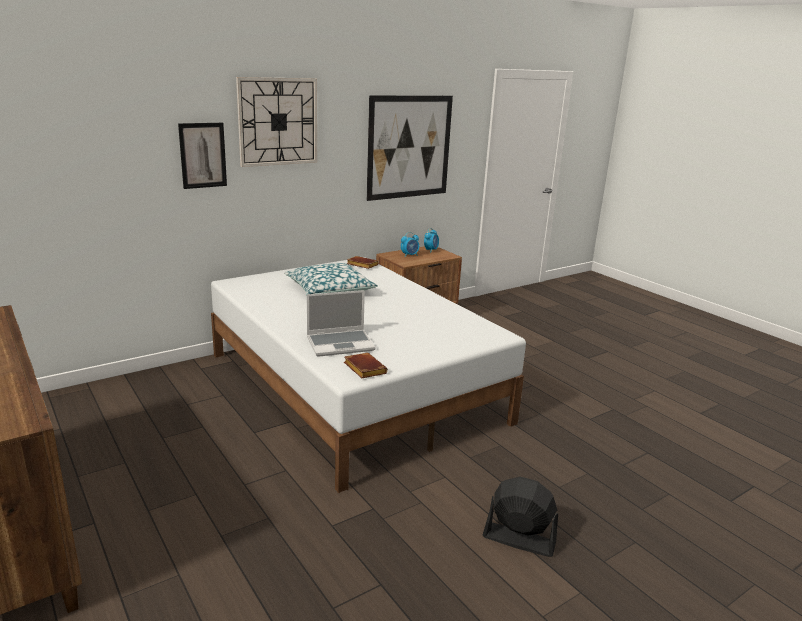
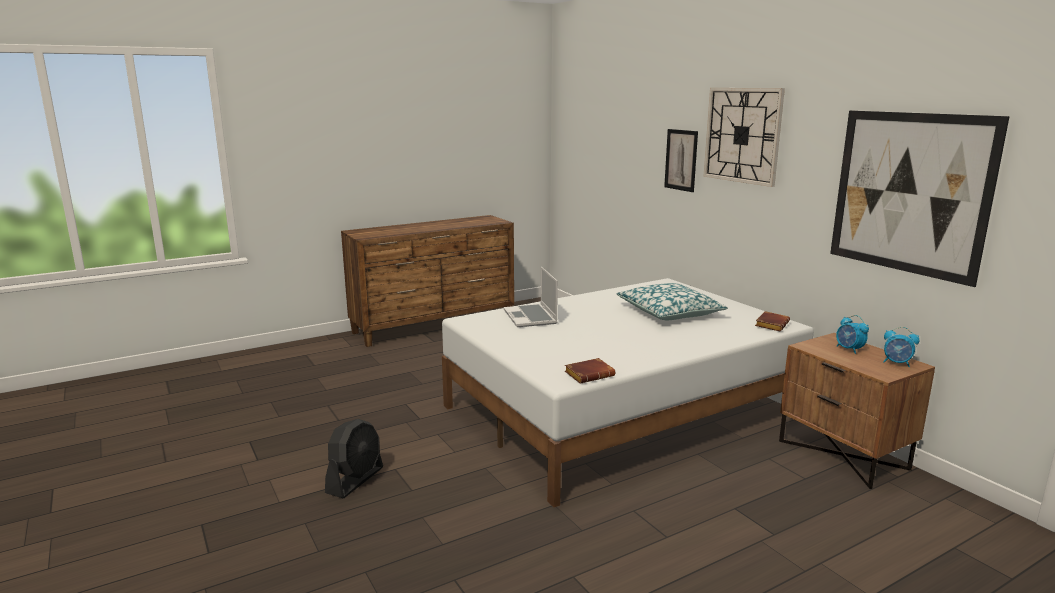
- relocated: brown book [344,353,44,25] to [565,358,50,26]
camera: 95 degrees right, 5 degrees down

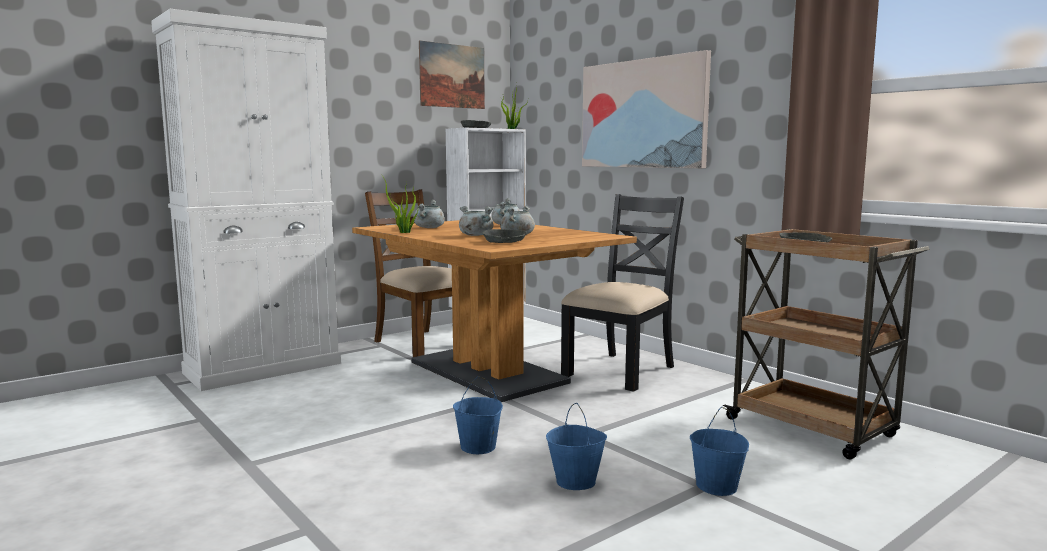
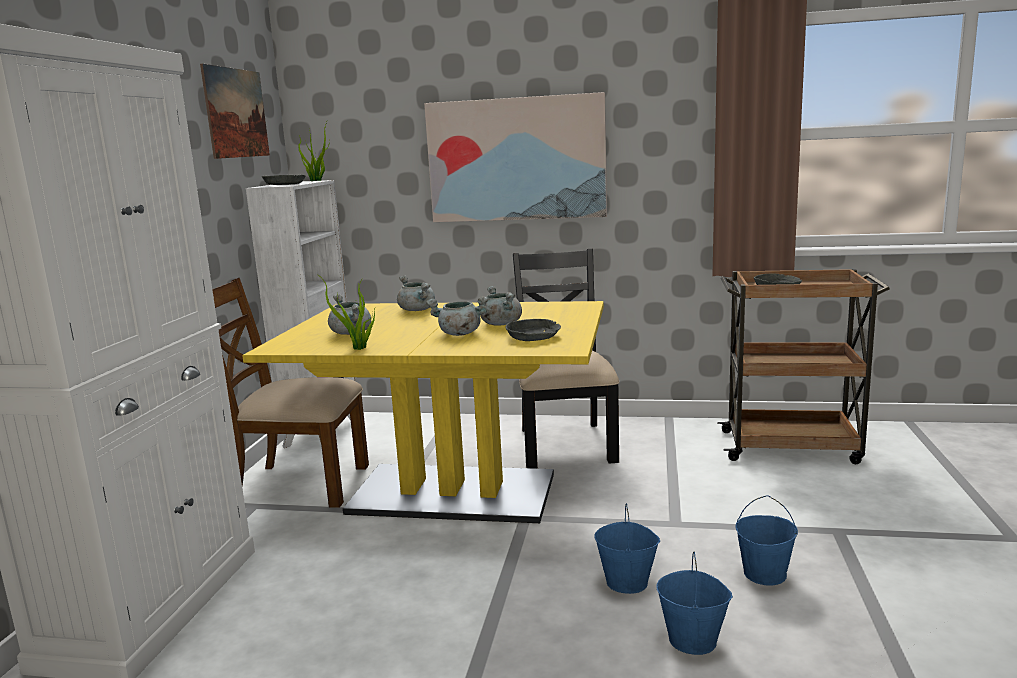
- colour: brown dining table [352,220,285,182] to yellow dining table [242,301,362,222]
- relocated: blue bucket [690,407,59,89] to [656,552,77,103]
camera: 40 degrees left, 5 degrees up

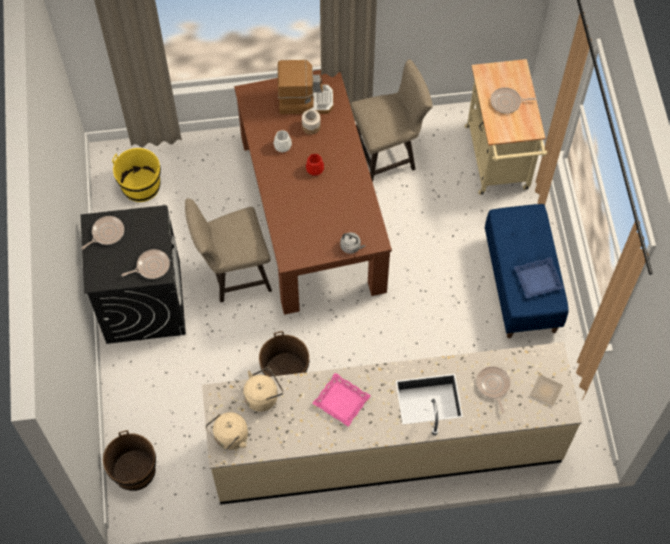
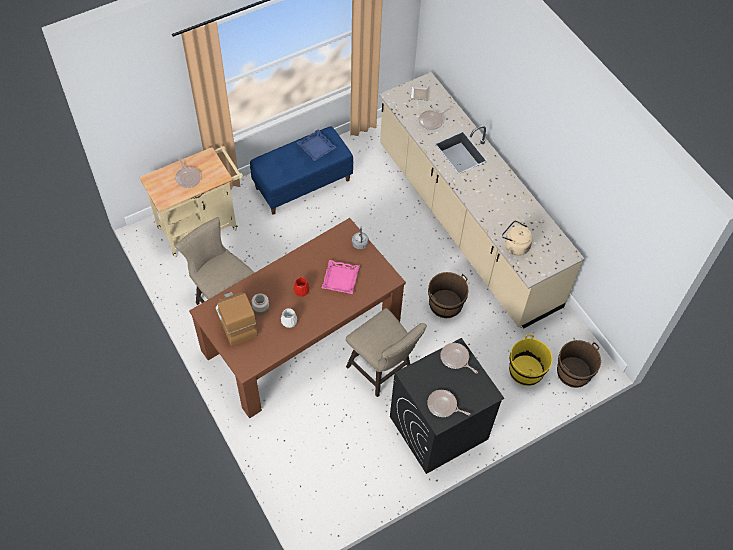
- relocated: pink tray [312,373,59,54] to [322,260,38,34]
- relocated: yellow bucket [112,148,49,54] to [509,335,43,51]
- missing: beige kettle [205,412,43,38]
camera: 115 degrees left, 5 degrees down

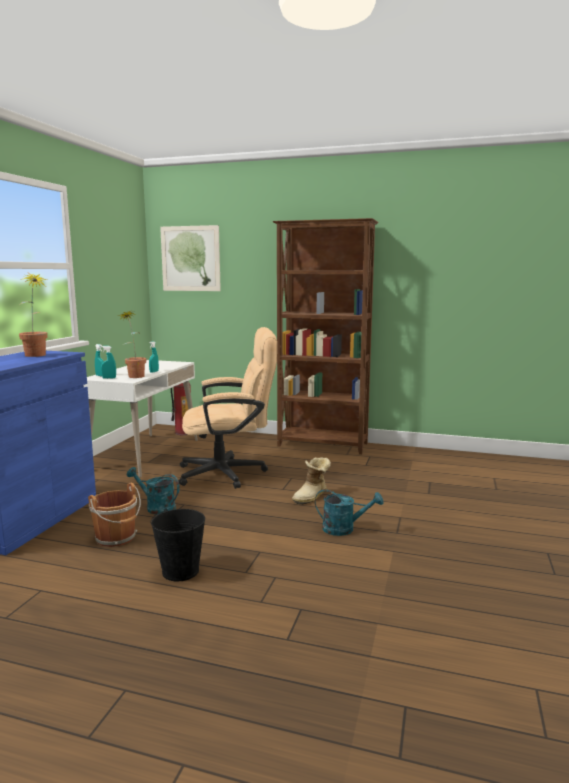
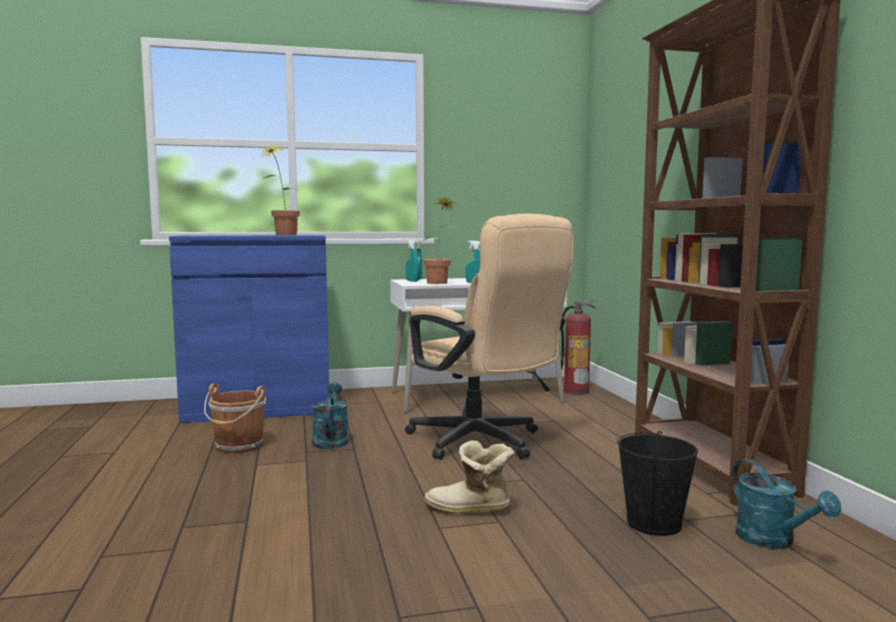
- relocated: black bucket [150,508,55,73] to [617,431,81,105]
- relocated: turquoise watering can [315,489,69,47] to [732,459,109,90]
- missing: picture [160,225,61,66]
camera: 60 degrees right, 5 degrees down

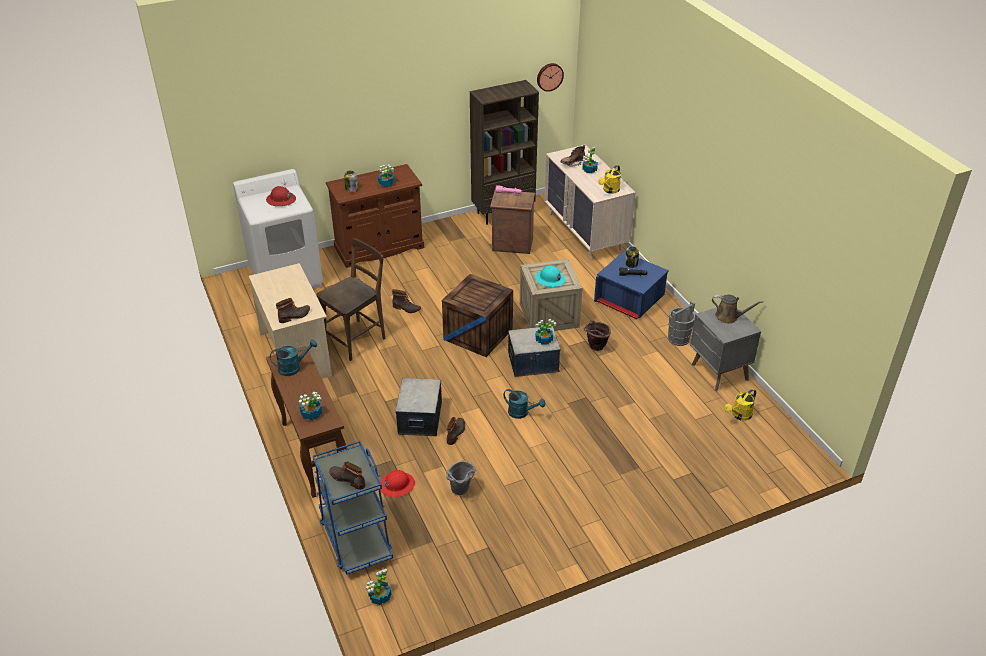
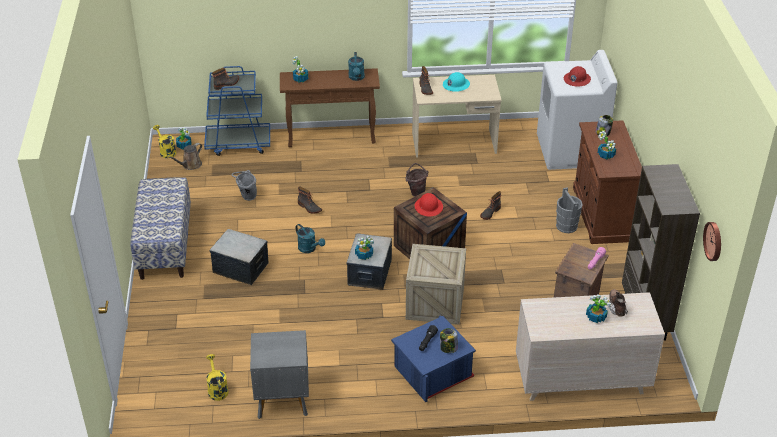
- appeared: bench [130,177,61,103]
- relocated: yellow watering can [598,165,23,29] to [153,125,23,33]
- relocated: brown watering can [712,295,52,29] to [168,143,34,27]
- relocated: storage box [395,378,47,58] to [209,229,59,56]
- spun: turquoise watering can [503,389,43,30] = [295,224,30,29] 90 degrees counterclockwise
- relocated: brown bucket [584,320,27,31] to [406,163,22,34]
- relocated: red hard hat [380,470,35,27] to [415,193,28,23]
- relocated: turquoise hard hat [535,266,30,21] to [443,72,27,19]
- relocated: grey bucket [668,301,27,45] to [556,187,27,46]
- missing: brown chair [317,238,68,123]
camera: 110 degrees right, 0 degrees up

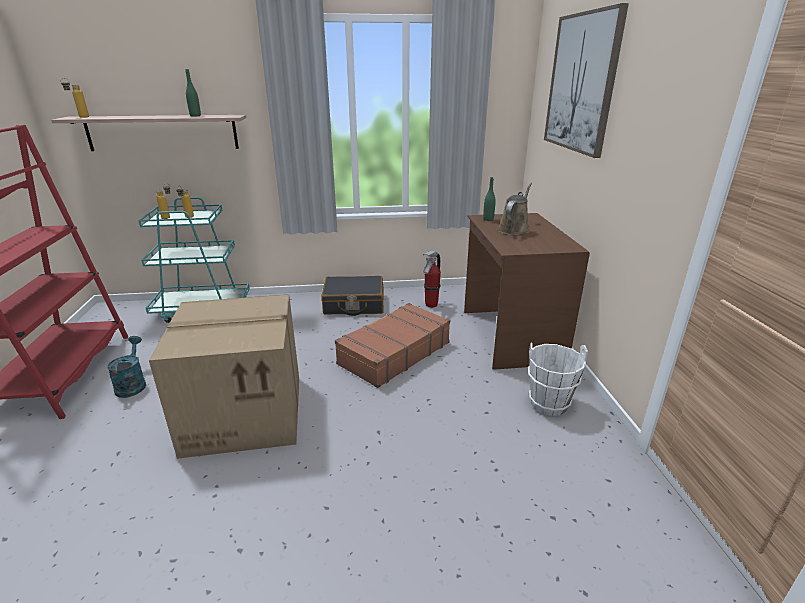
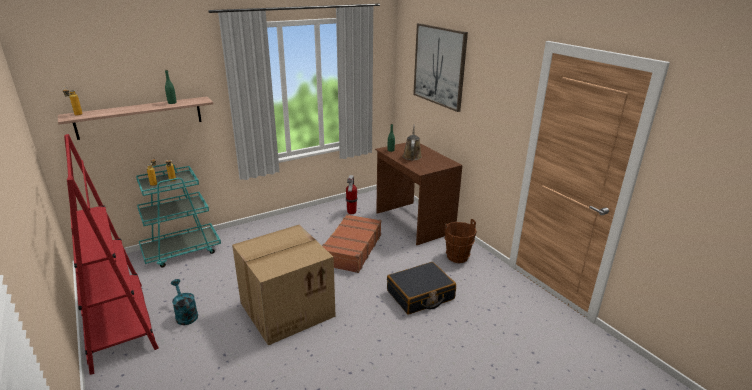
- relocated: black suitcase [321,276,63,40] to [387,262,69,53]
- colour: white bucket [528,343,60,73] to brown bucket [444,219,33,44]
camera: 25 degrees left, 0 degrees up

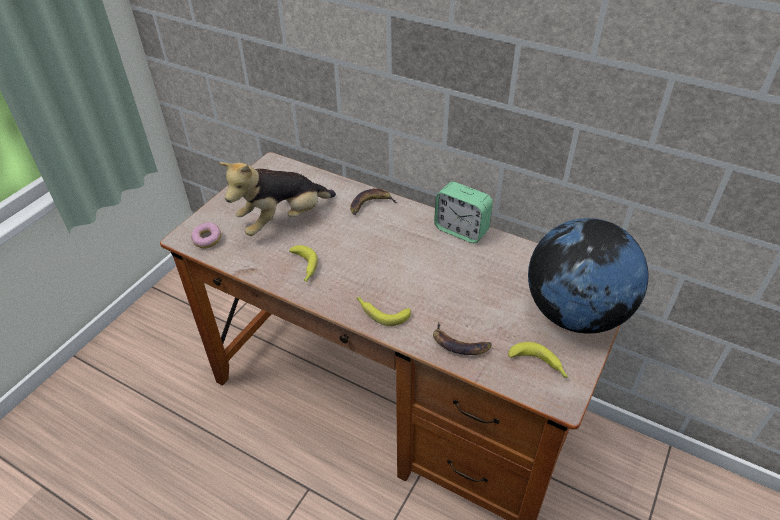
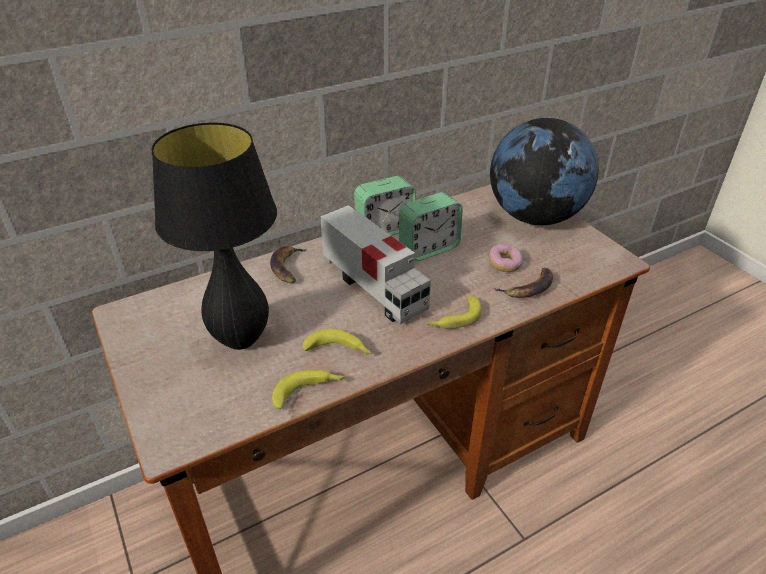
- exchanged: plush toy [219,162,117,74] to black table lamp [152,123,125,227]
- relocated: banana [508,342,60,36] to [272,370,73,39]
- appeared: toy truck [320,205,111,119]
- appeared: alarm clock [399,192,64,69]
- relocated: donut [191,222,30,26] to [489,244,33,28]
camera: 60 degrees left, 5 degrees down

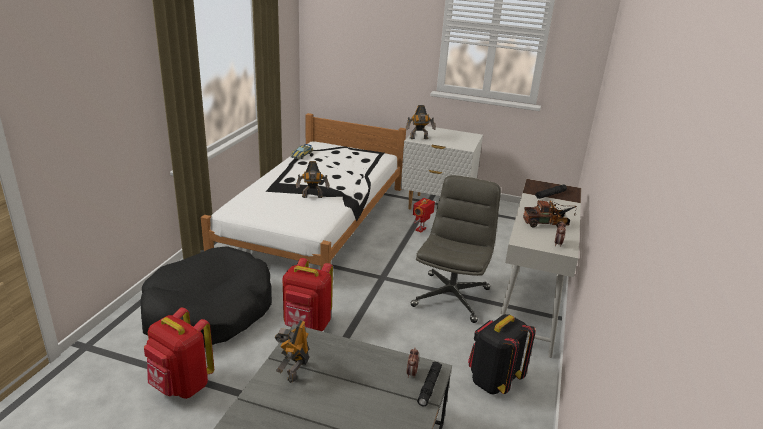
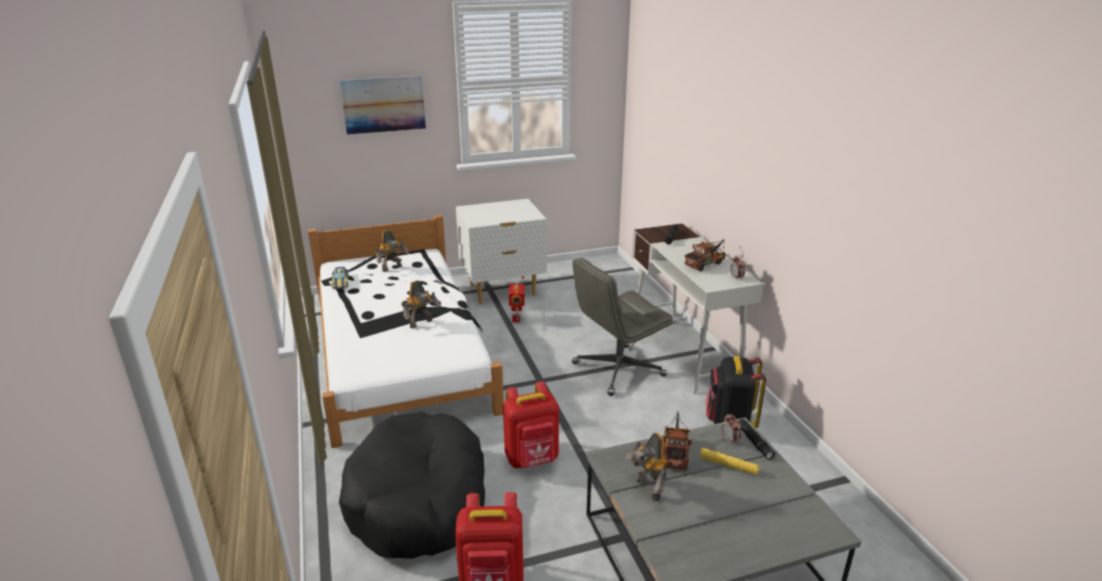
- appeared: picture [340,76,86,59]
- relocated: toy robot [406,105,30,34] to [376,230,33,42]
- spun: grey office chair [411,175,90,148] = [572,258,101,138] 105 degrees counterclockwise
- appeared: toy truck [663,411,29,59]
- appeared: yellow flashlight [700,448,60,27]
camera: 35 degrees left, 0 degrees up

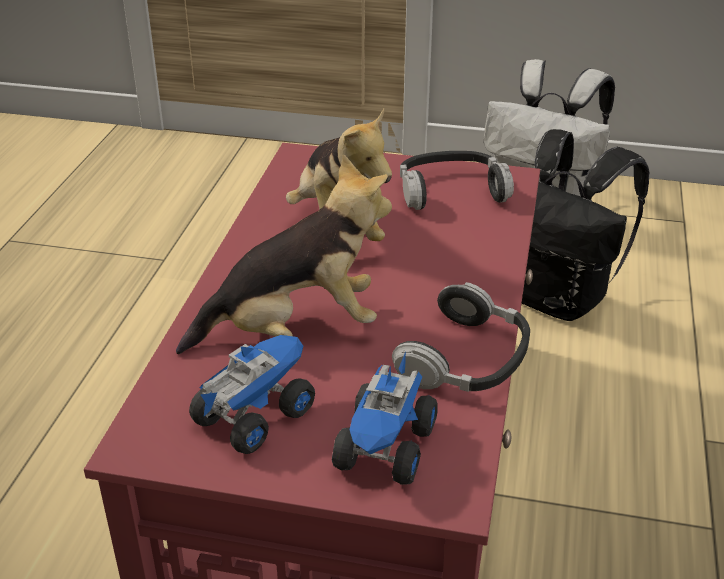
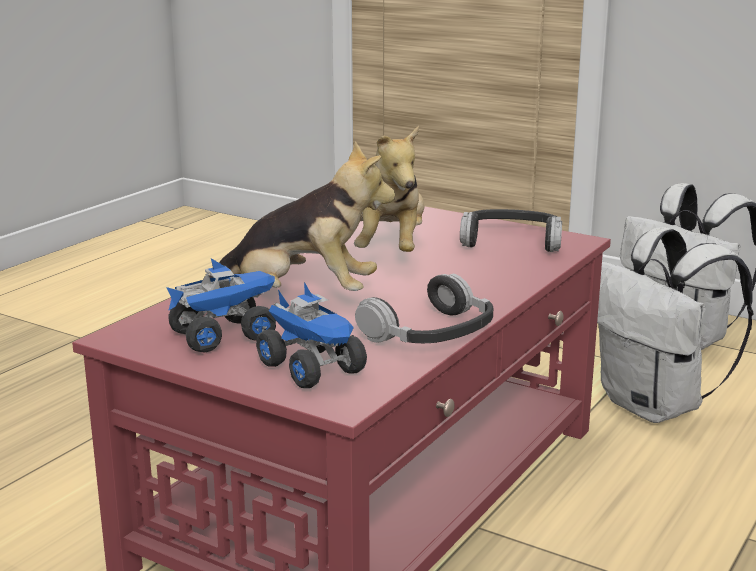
- spun: toy truck [332,351,105,134] = [256,282,111,106] 75 degrees counterclockwise
- colour: black backpack [522,129,127,192] to white backpack [597,227,156,196]
camera: 20 degrees right, 15 degrees down

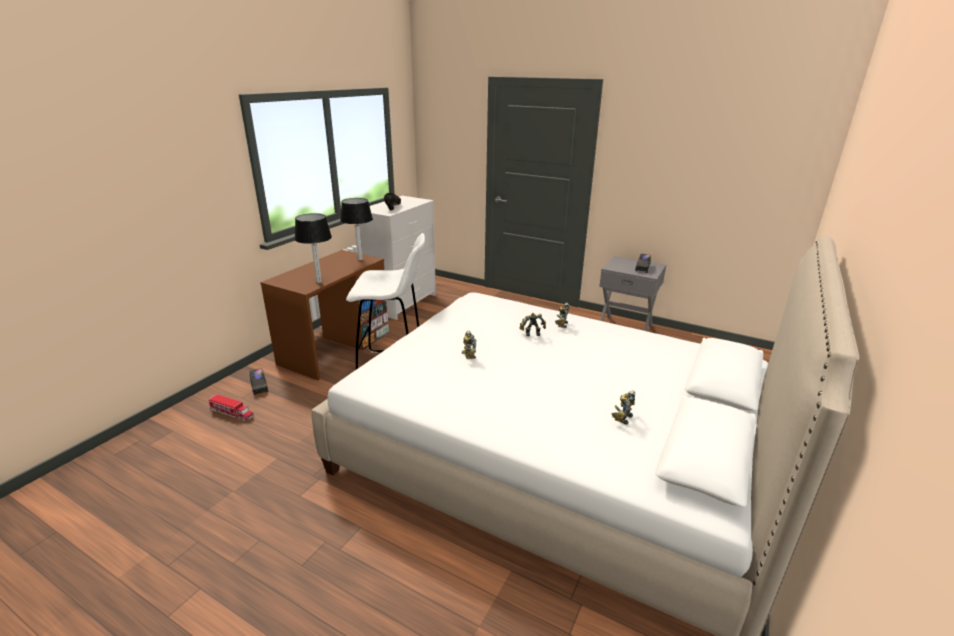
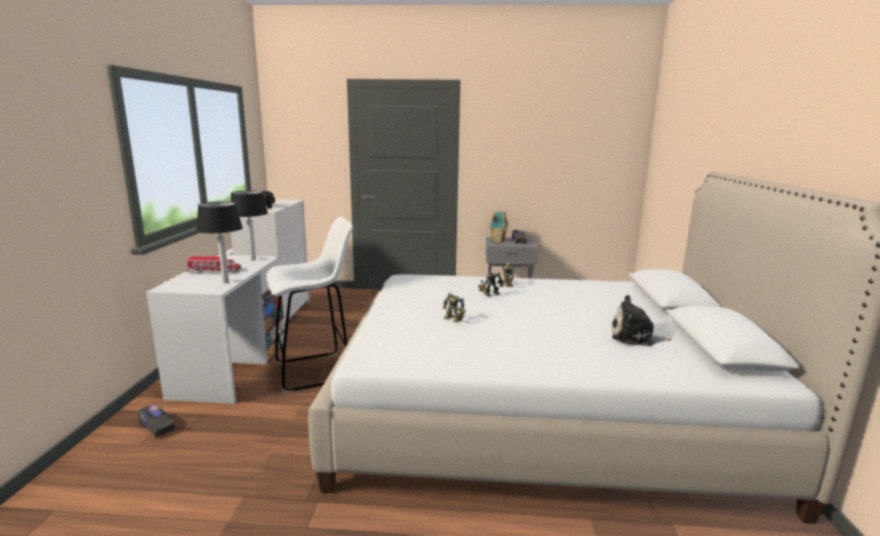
- colour: brown desk [260,250,129,130] to white desk [146,255,139,149]
- relocated: toy truck [208,394,46,27] to [186,256,56,17]
- appeared: toy house [489,210,20,32]
- exchanged: toy robot [612,390,23,35] to plush toy [611,295,61,51]
camera: 25 degrees left, 10 degrees down

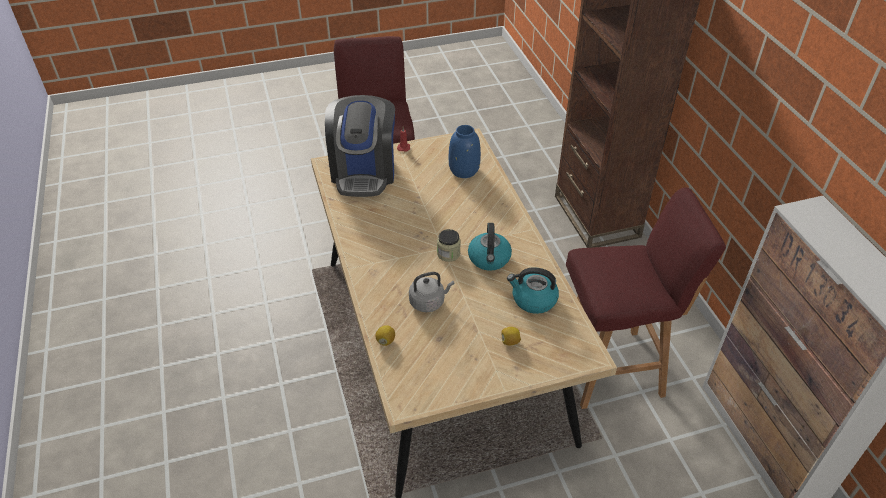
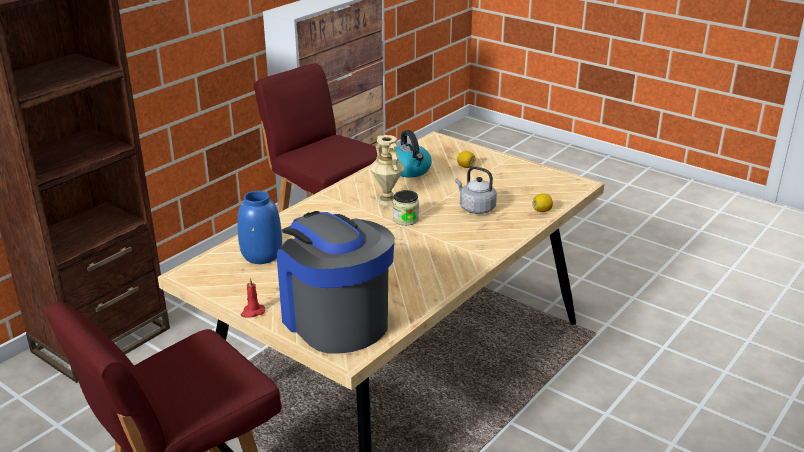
- spun: coffee machine [325,95,70,102] = [277,211,118,143] 90 degrees counterclockwise
- exchanged: kettle [468,223,44,48] to beige vase [370,135,34,71]
camera: 125 degrees left, 15 degrees down

